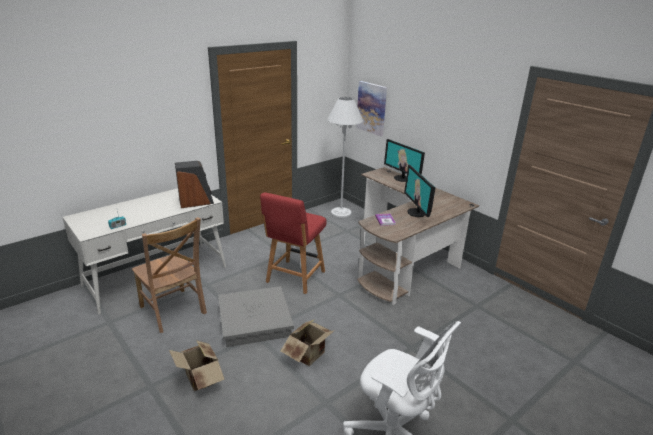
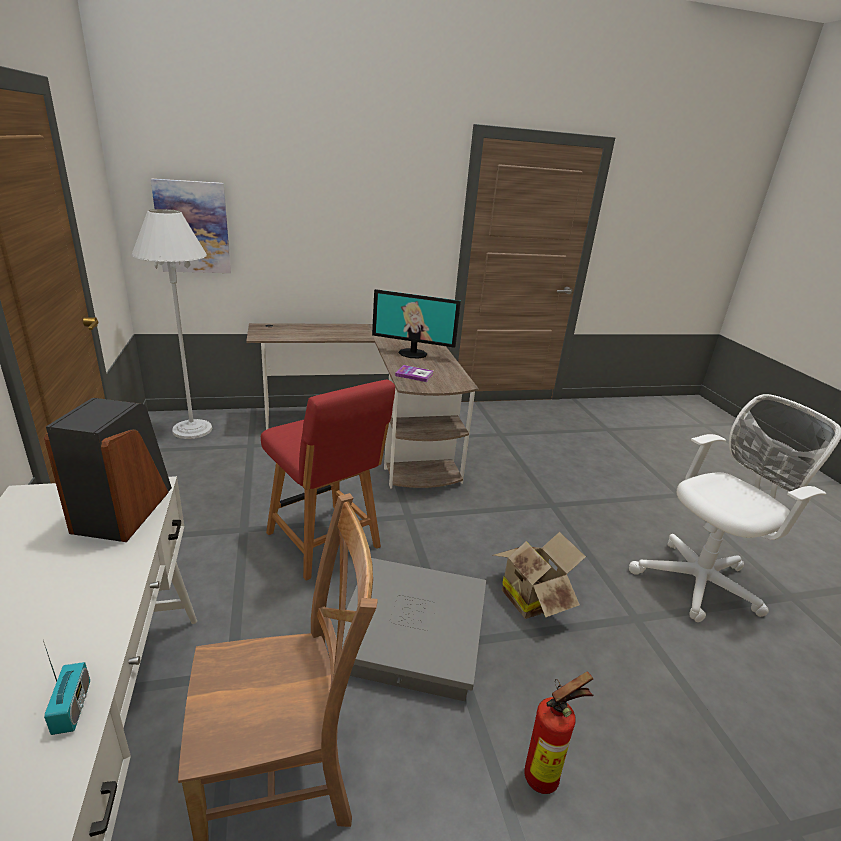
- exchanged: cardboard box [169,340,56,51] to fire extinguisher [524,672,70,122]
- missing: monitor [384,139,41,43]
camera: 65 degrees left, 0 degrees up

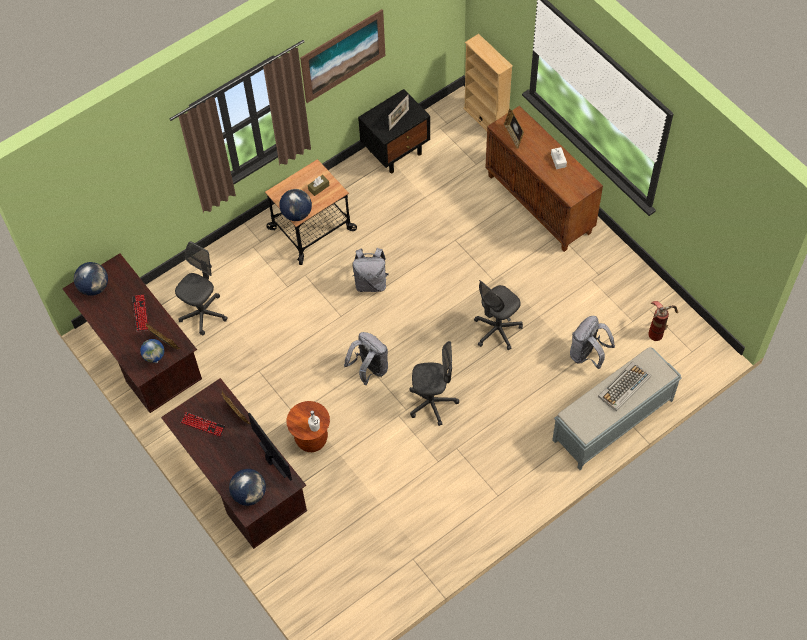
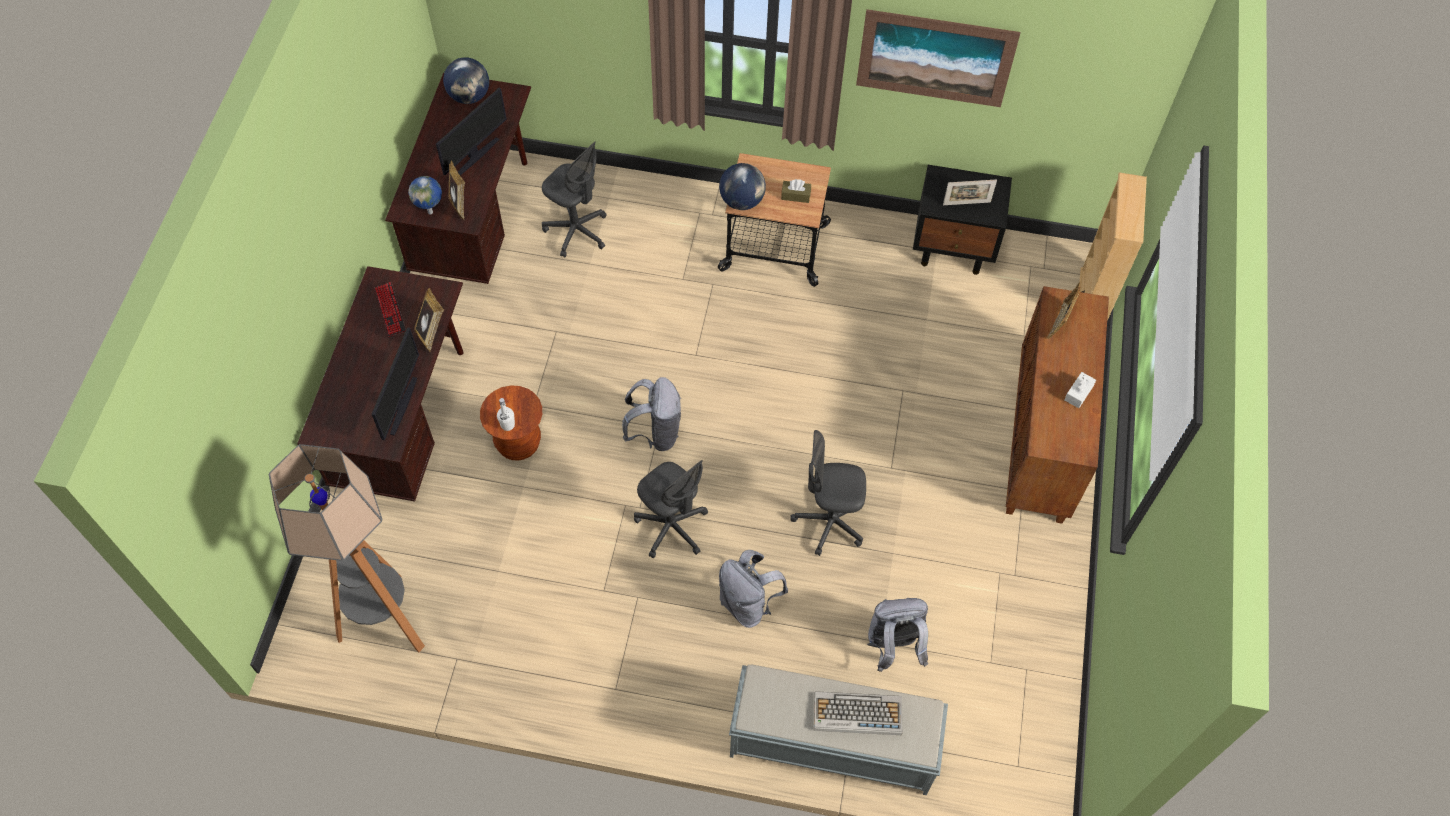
- appeared: floor lamp [269,444,156,208]
- exchanged: keyboard [132,294,17,38] to monitor [436,88,71,87]
- spun: grey office chair [175,241,53,94] = [542,142,65,115] 45 degrees clockwise
- relocated: grey backpack [352,248,37,44] to [719,550,69,78]
- missing: globe [229,469,37,37]
- missing: fire extinguisher [648,301,30,40]
camera: 45 degrees right, 0 degrees up

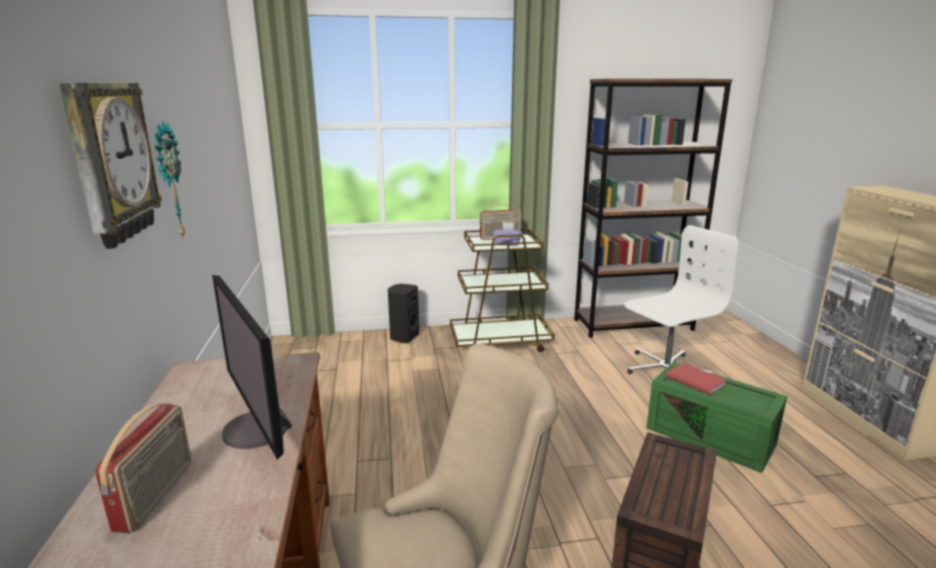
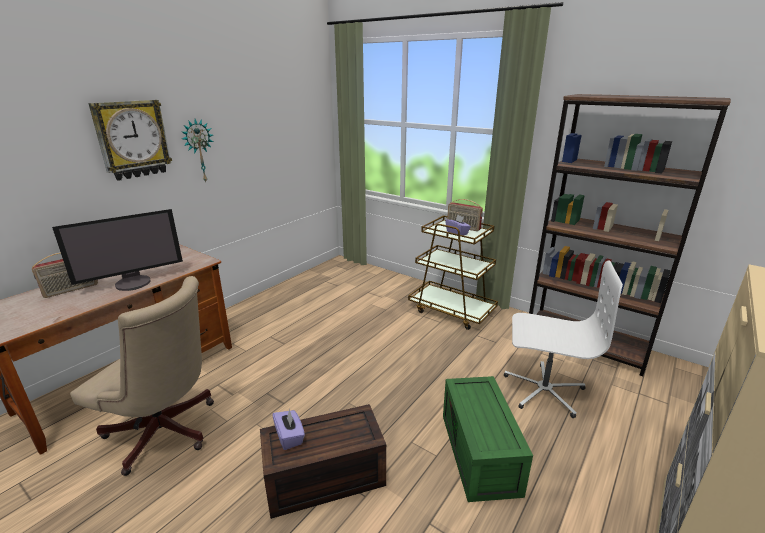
- spun: monitor [212,275,80,185] = [52,209,131,82] 135 degrees counterclockwise
- appeared: purple tissue box [272,409,33,41]
- missing: black speaker [388,284,31,59]
- missing: red book [666,363,61,32]
camera: 45 degrees right, 5 degrees up

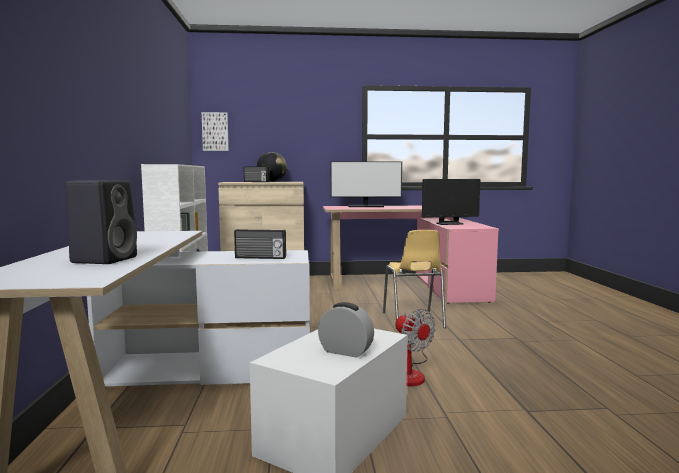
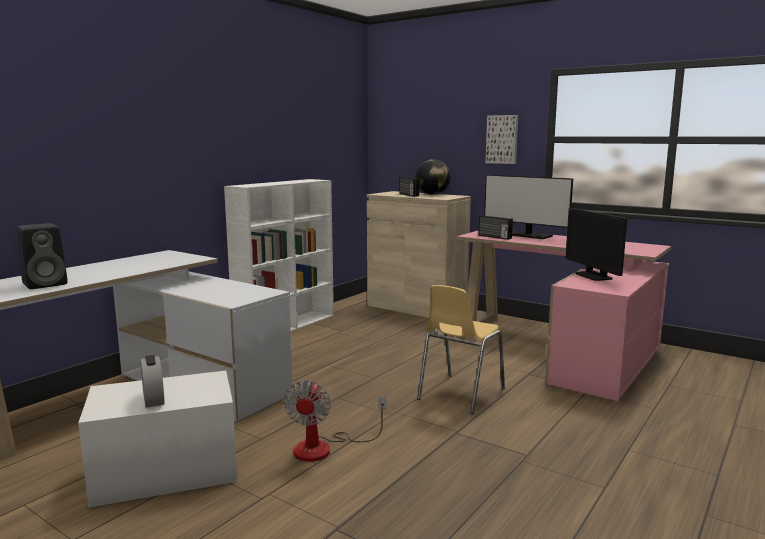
- relocated: radio [234,229,52,30] to [478,215,35,25]
- relocated: picture [202,112,27,39] to [486,115,32,49]
- spun: monitor [422,179,58,46] = [565,208,62,73] 45 degrees clockwise
camera: 40 degrees right, 5 degrees up

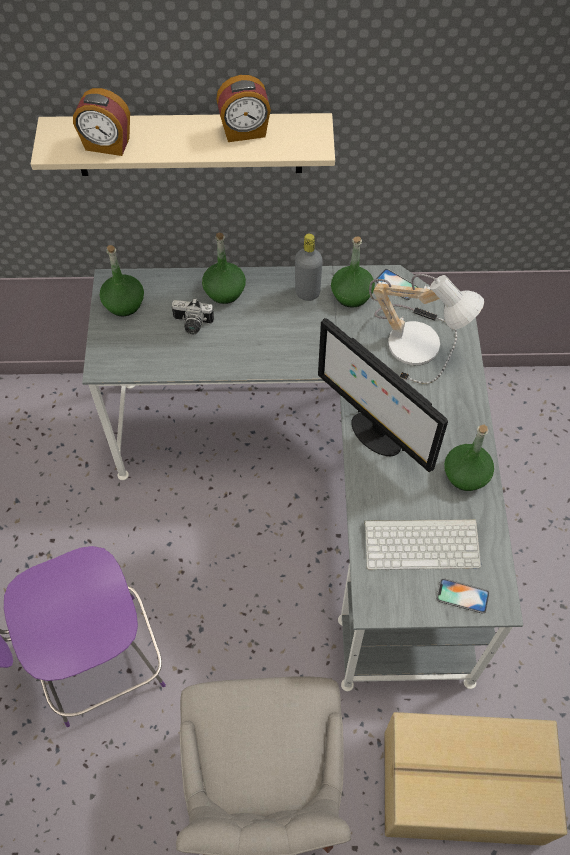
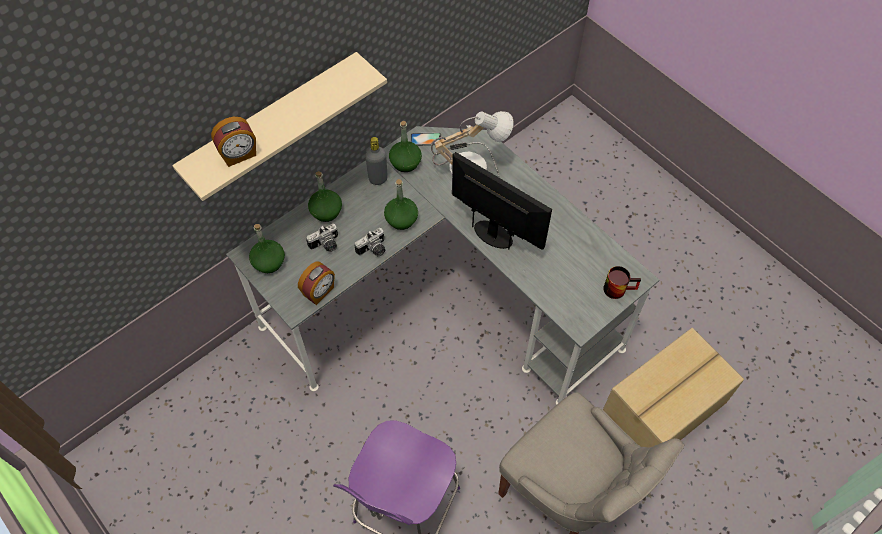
- relocated: alarm clock [216,75,55,67] to [298,261,37,44]
- appeared: photo camera [355,228,30,29]
- relocated: green bottle [444,425,50,66] to [384,179,34,51]
- spun: monitor [318,318,130,154] = [452,152,100,98] 150 degrees counterclockwise
- exchanged: phone [436,578,53,36] to mug [603,266,38,33]
- missing: keyboard [364,519,117,51]
camera: 40 degrees left, 0 degrees up

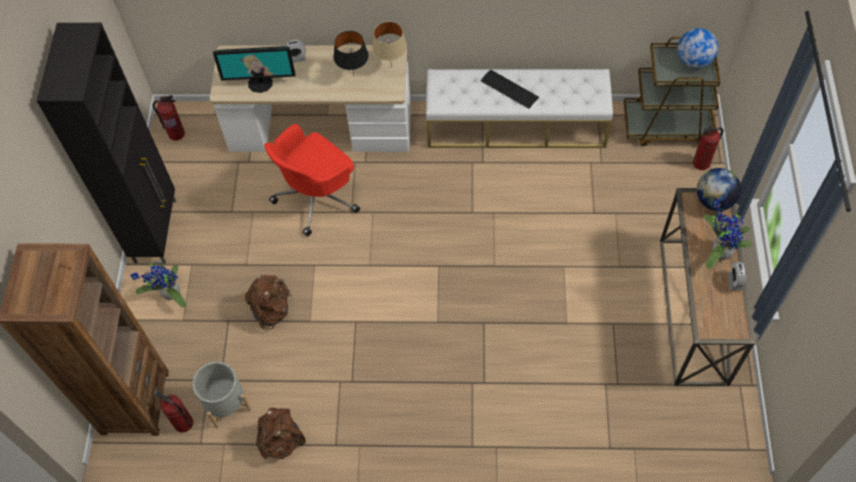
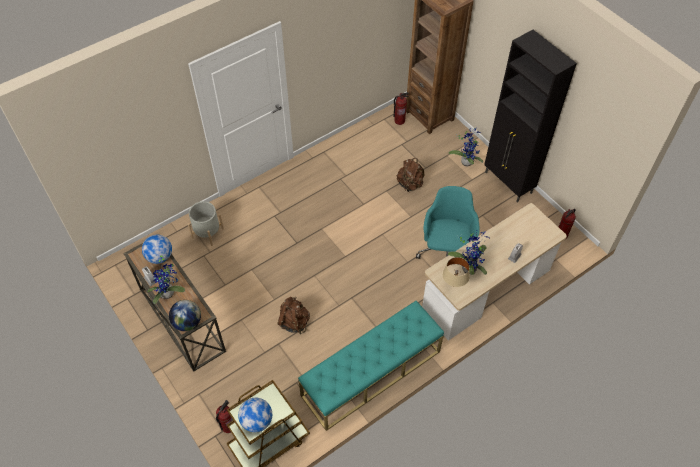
- appeared: globe [142,235,30,29]
- relocated: grey planter [192,362,59,66] to [188,201,36,45]
- relocated: brown backpack [256,407,50,52] to [277,297,33,37]
- colour: white bench [426,69,187,79] to turquoise bench [298,301,146,130]
- colour: red office chair [264,124,96,112] to turquoise office chair [416,186,64,73]
- exchanged: black table lamp [334,31,35,44] to potted plant [448,231,41,44]
- missing: monitor [213,46,82,47]
- missing: keyboard [481,70,58,38]
camera: 140 degrees right, 5 degrees down

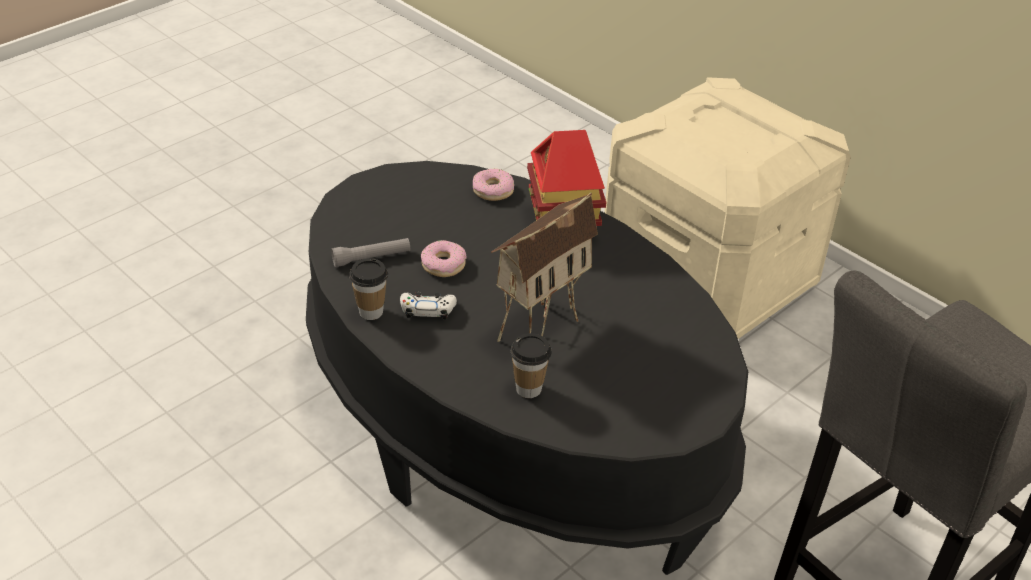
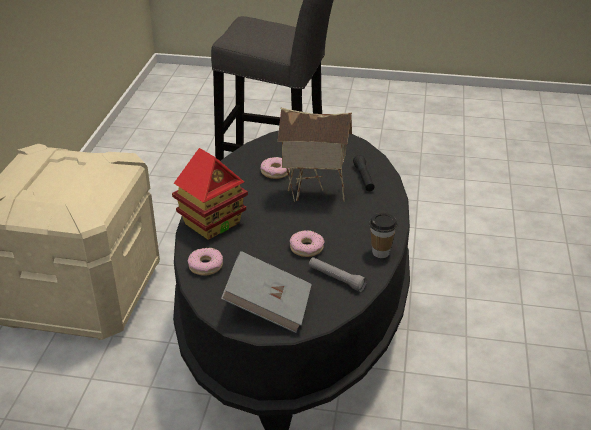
- appeared: grey book [221,251,91,82]
- appeared: donut [260,157,30,22]
- exchanged: cup [510,333,42,65] to black flashlight [353,155,21,36]
- missing: white game controller [400,292,57,28]
camera: 125 degrees left, 5 degrees down

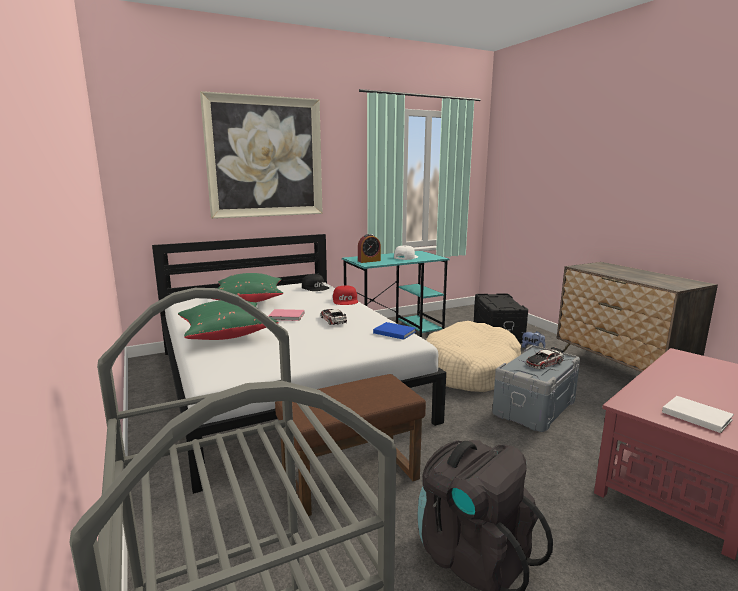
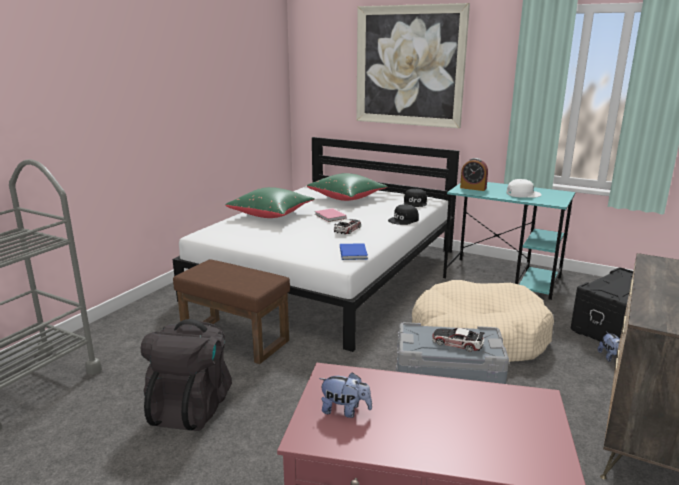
- exchanged: white book [662,396,72,37] to plush toy [319,372,53,46]
- colour: red cap [333,286,25,19] to black cap [388,204,31,21]
camera: 55 degrees right, 5 degrees up

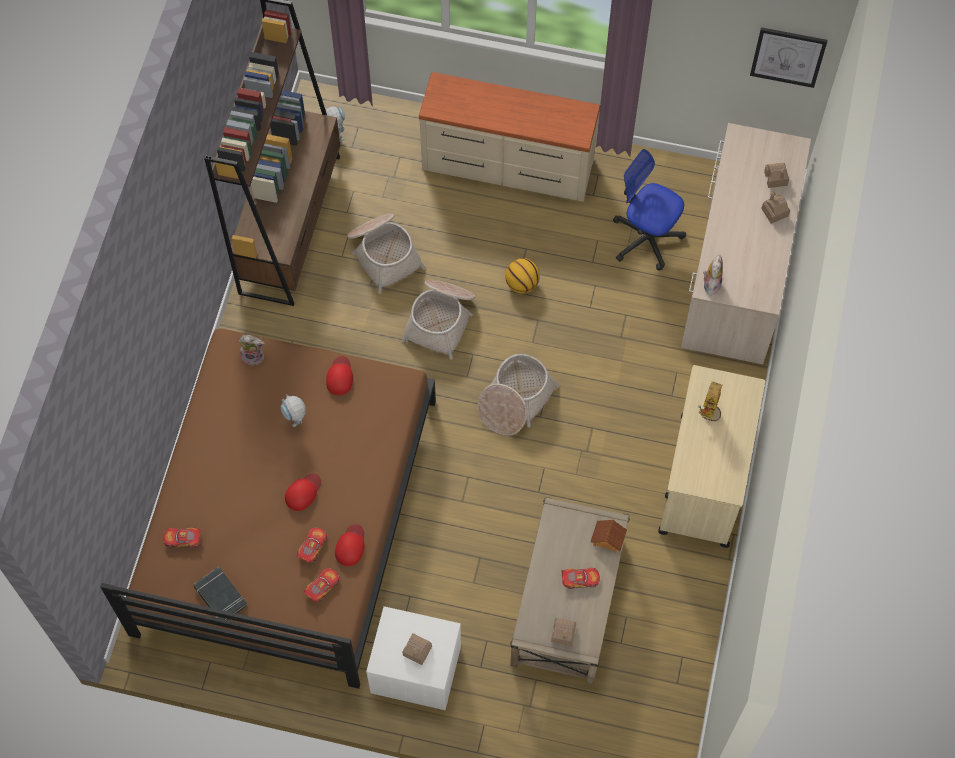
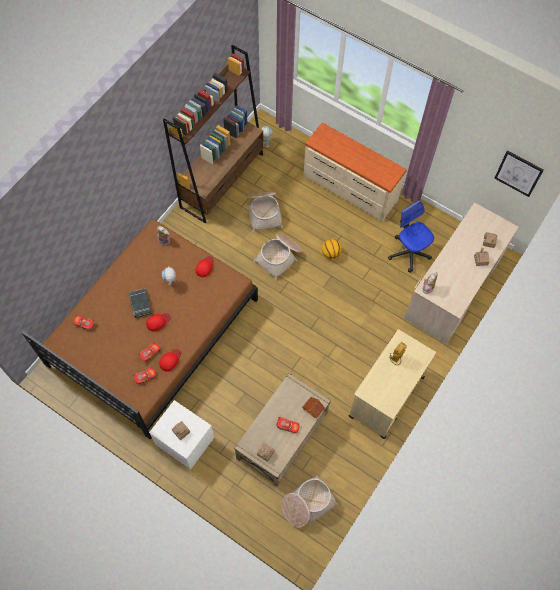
- relocated: black book [193,567,55,53] to [129,288,23,30]
- relocated: basket [477,354,83,82] to [282,475,56,53]
camera: 20 degrees right, 0 degrees up

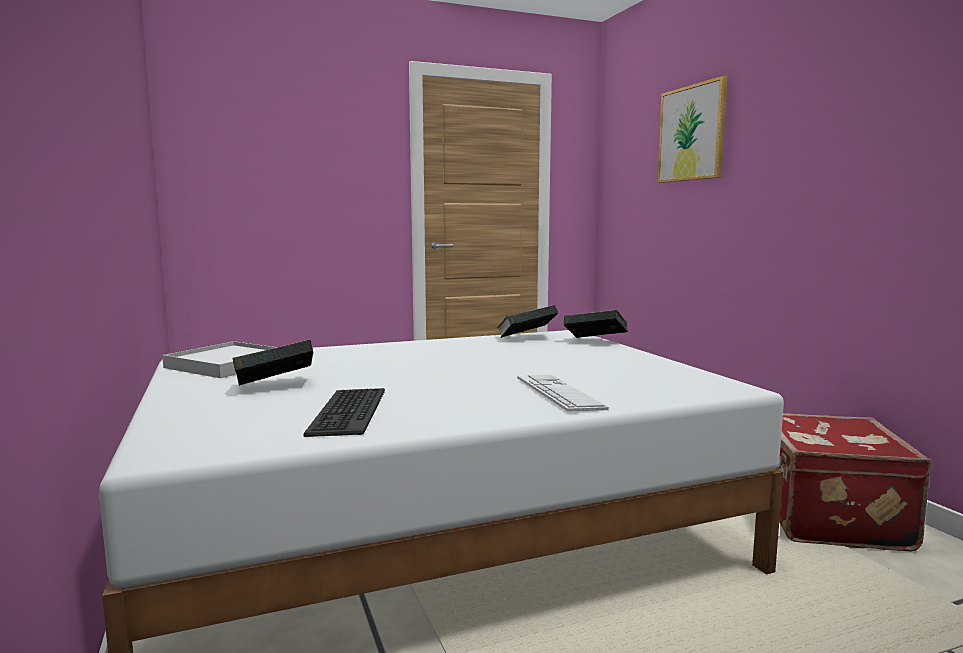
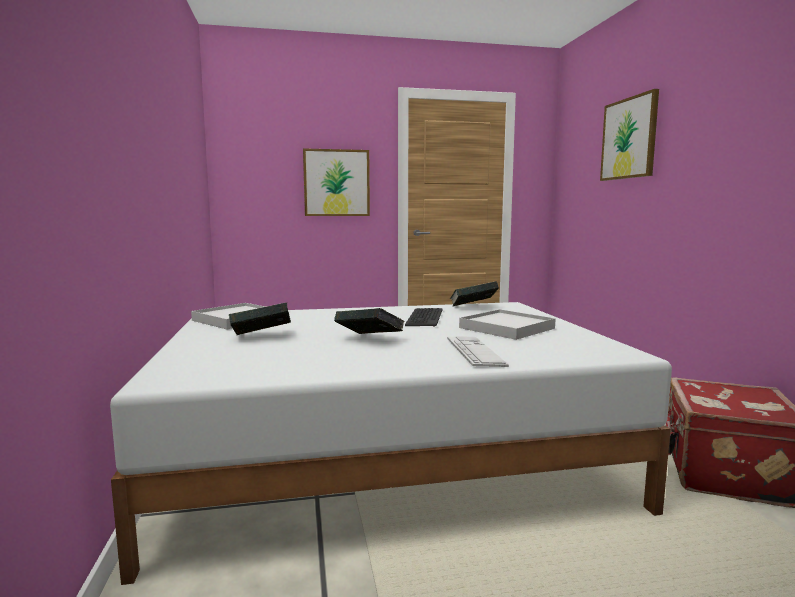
- appeared: picture [303,148,67,68]
- relocated: book [563,310,65,28] to [334,308,70,26]
- relocated: keyboard [304,388,81,49] to [405,308,38,19]
- appeared: white tray [459,309,97,31]
camera: 10 degrees right, 0 degrees up

